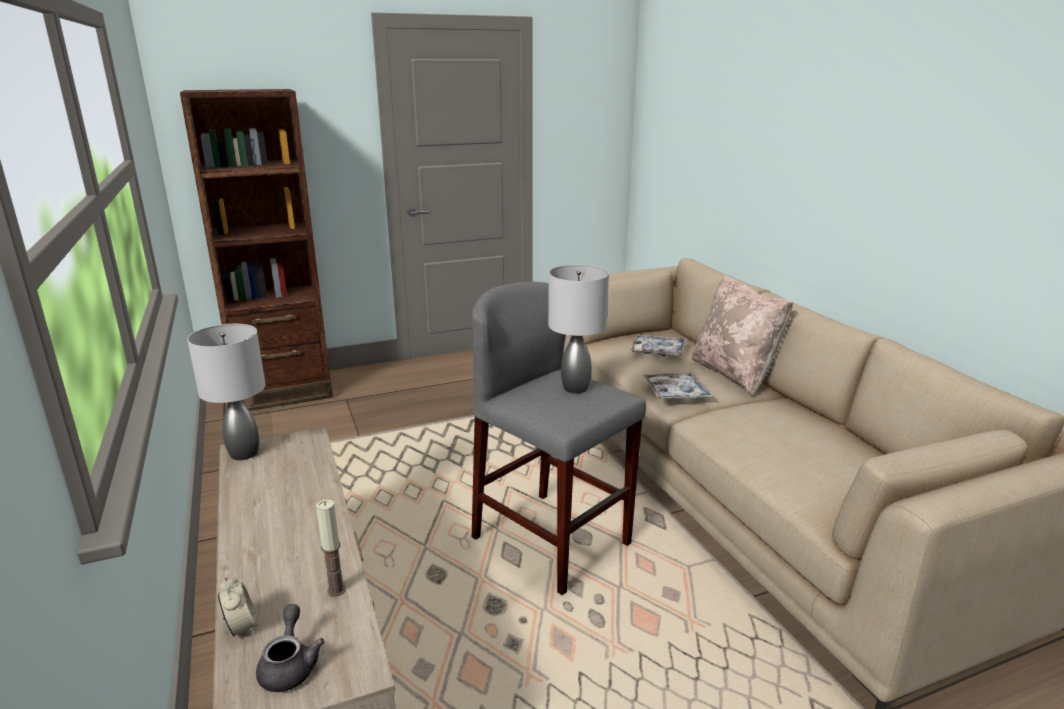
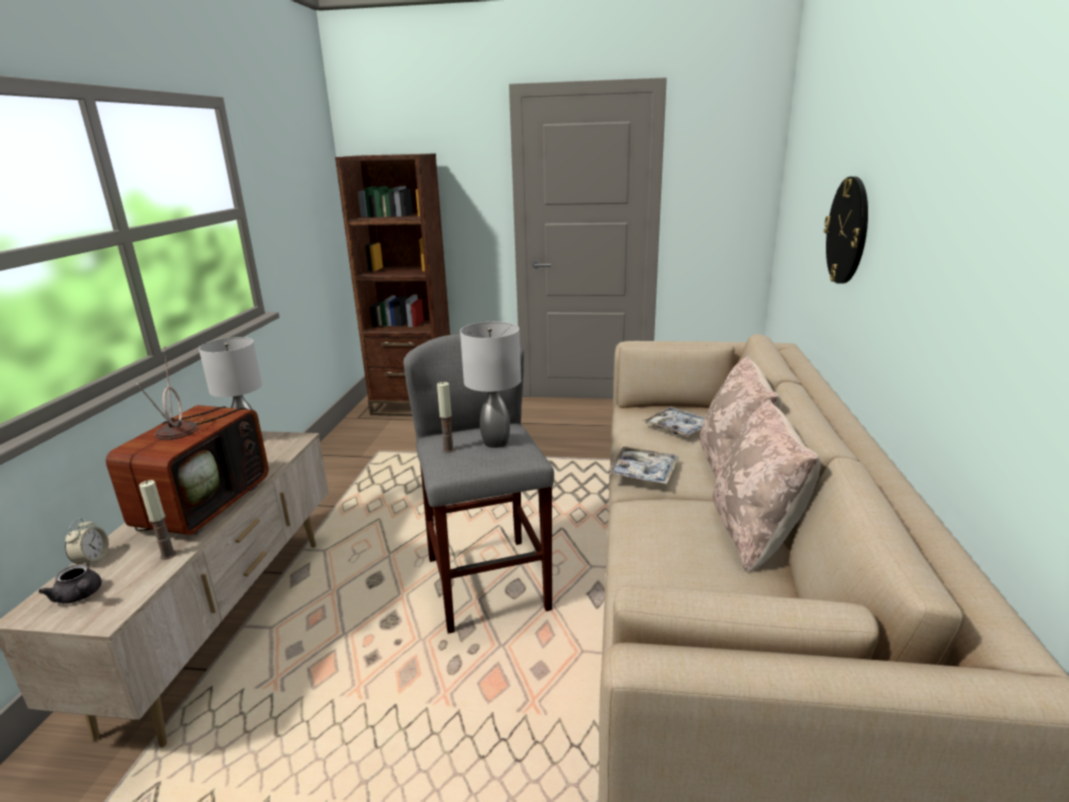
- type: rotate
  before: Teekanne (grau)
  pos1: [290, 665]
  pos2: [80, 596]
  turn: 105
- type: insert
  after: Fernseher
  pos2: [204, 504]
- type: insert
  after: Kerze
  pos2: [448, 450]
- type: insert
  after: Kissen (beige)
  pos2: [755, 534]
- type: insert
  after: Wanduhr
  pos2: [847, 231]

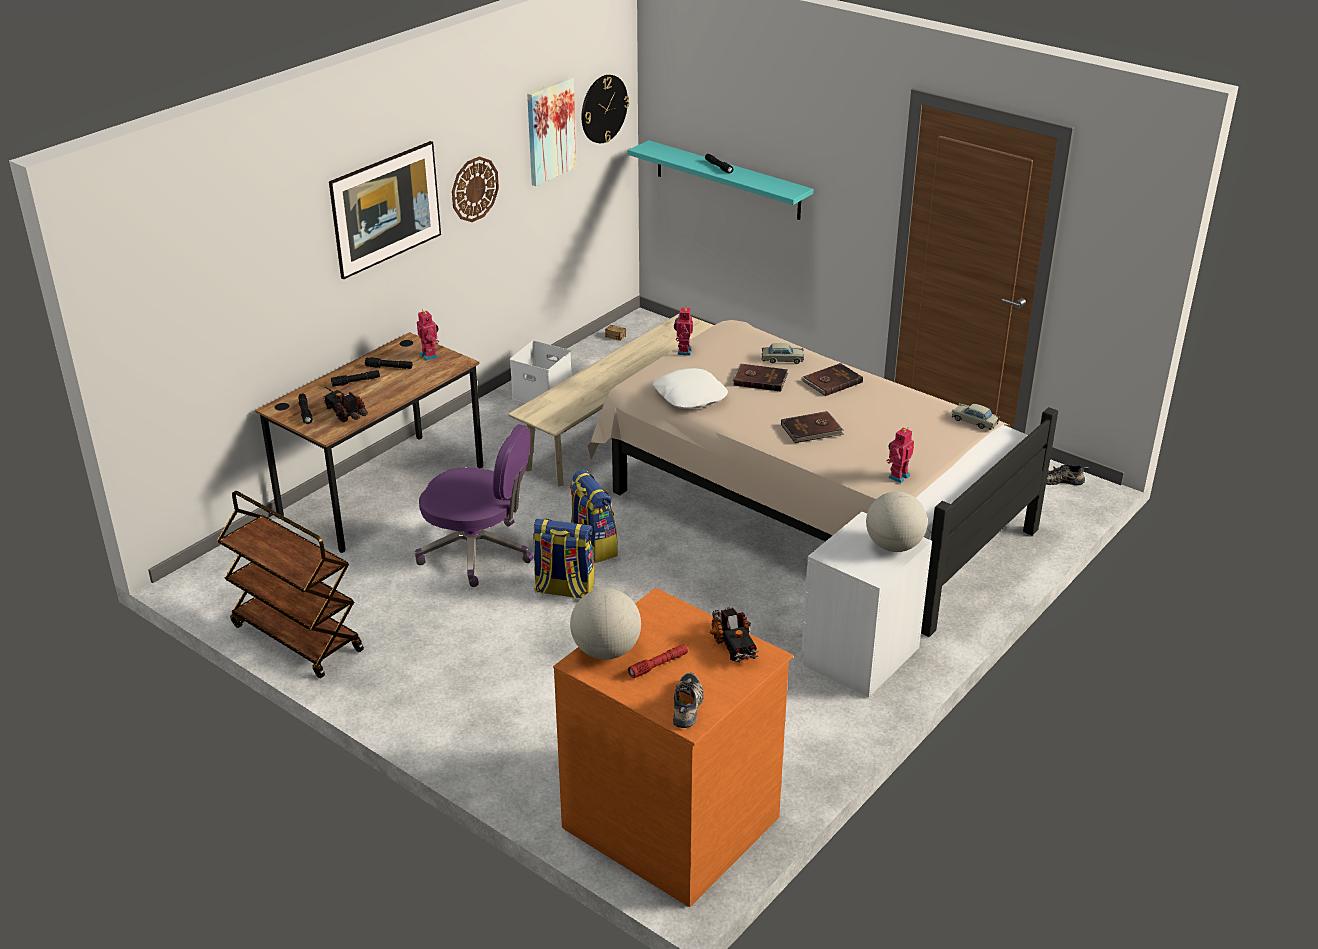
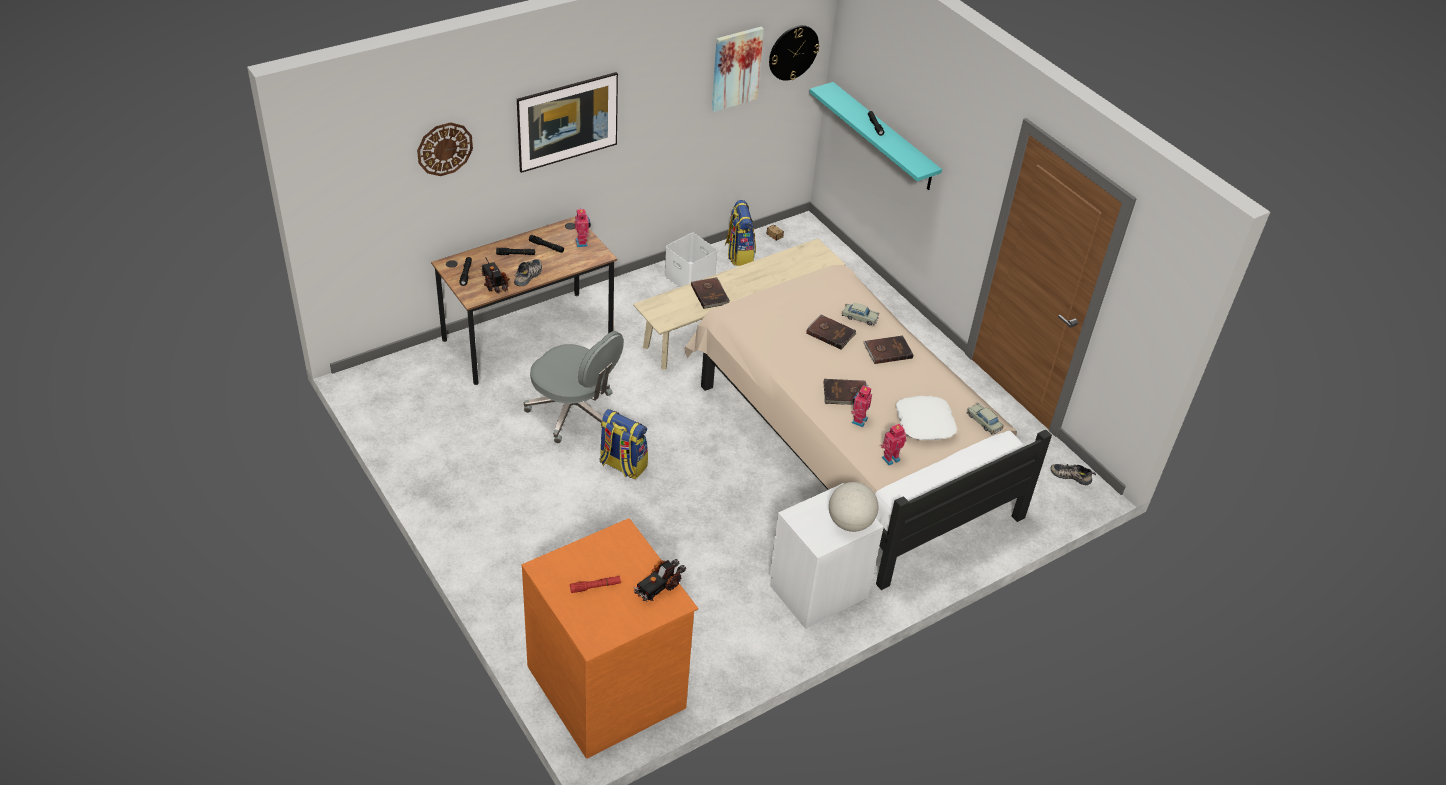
- type: move
  before: Wanduhr
  pos1: [474, 189]
  pos2: [444, 148]
- type: move
  before: Schuh
  pos1: [688, 705]
  pos2: [528, 276]
- type: recolor
  before: Bürostuhl (lila)
  after: Bürostuhl (grau)
  pos1: [478, 552]
  pos2: [574, 412]
- type: rotate
  before: Spielzeuglaster
  pos1: [733, 645]
  pos2: [658, 586]
  turn: 45
- type: insert
  after: Buch (braun)
  pos2: [710, 294]
- type: move
  before: Rucksack
  pos1: [592, 547]
  pos2: [739, 254]
- type: move
  before: Spielzeugroboter
  pos1: [683, 351]
  pos2: [858, 420]
- type: move
  before: Kissen (weiß)
  pos1: [689, 396]
  pos2: [924, 423]
- type: delete
  before: Rollwagen (braun)
  pos1: [295, 637]
- type: delete
  before: Globus
  pos1: [606, 651]

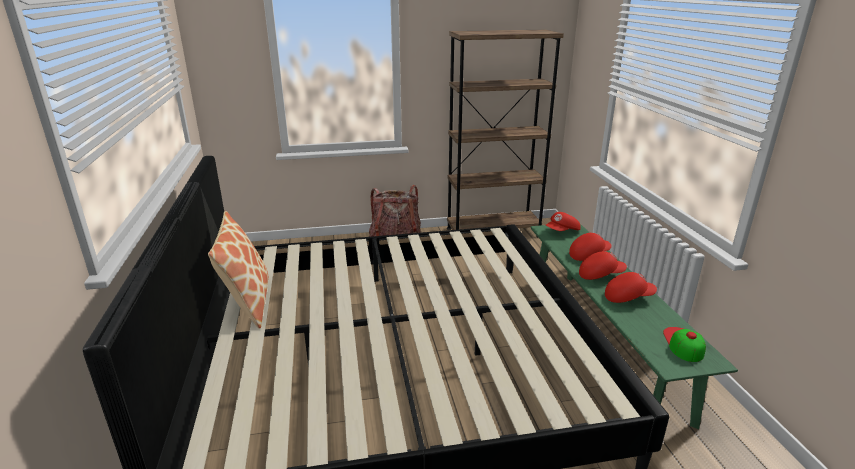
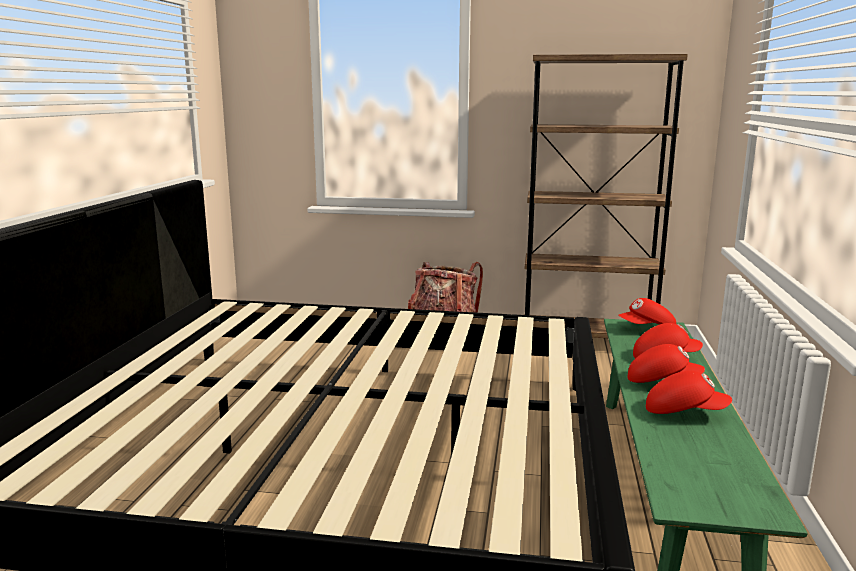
- type: delete
  before: Kissen
  pos1: [248, 303]
- type: delete
  before: Kappe
  pos1: [683, 343]

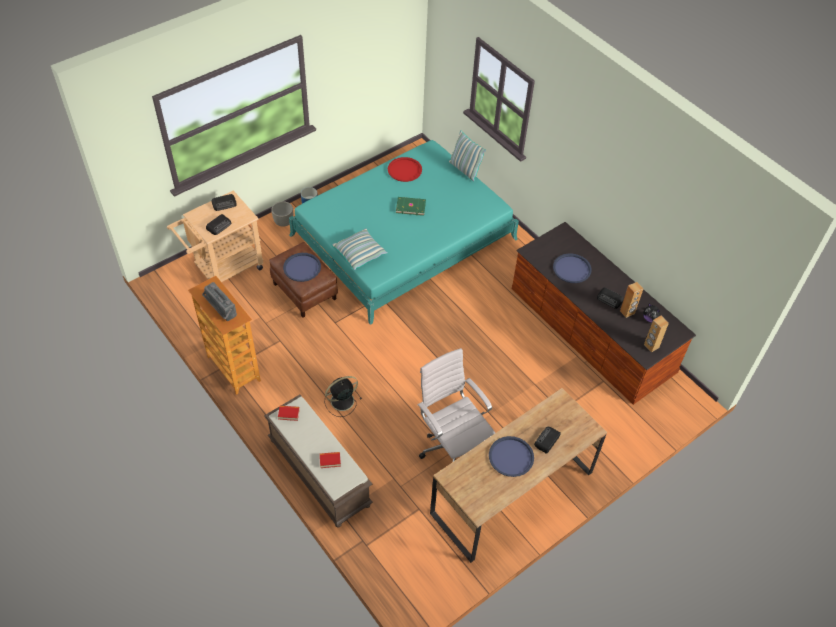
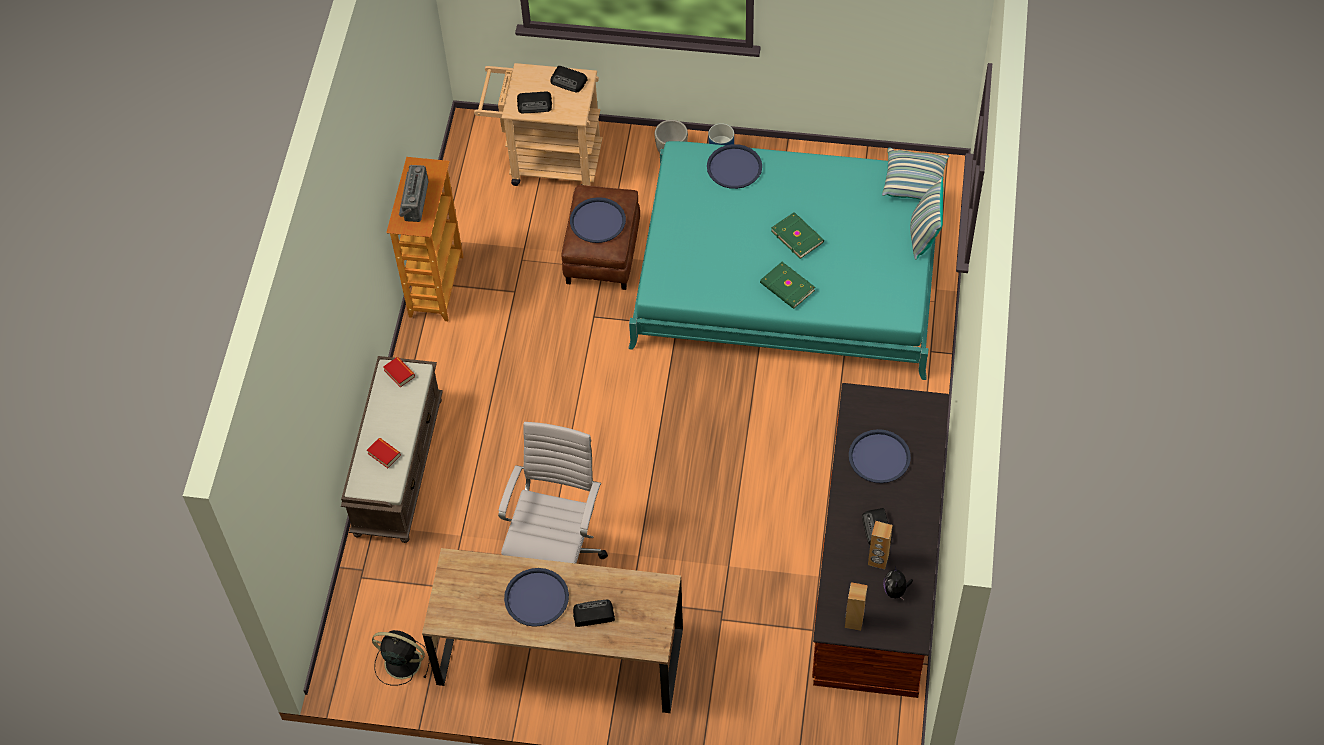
- type: move
  before: Ventilator (schwarz)
  pos1: [341, 401]
  pos2: [401, 662]
- type: insert
  after: Tablett (blau)
  pos2: [734, 167]
- type: insert
  after: Buch (grün)
  pos2: [787, 287]
- type: move
  before: Kissen
  pos1: [359, 254]
  pos2: [914, 182]
- type: delete
  before: Tablett (rot)
  pos1: [404, 170]

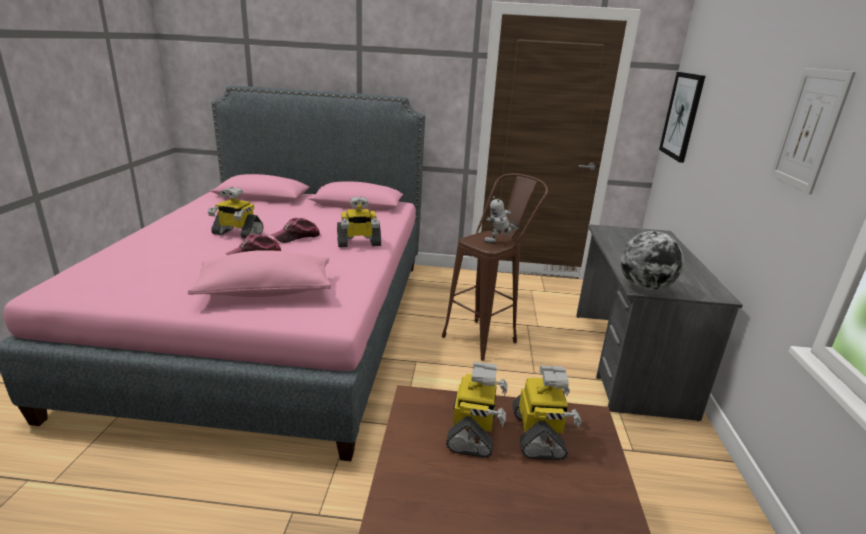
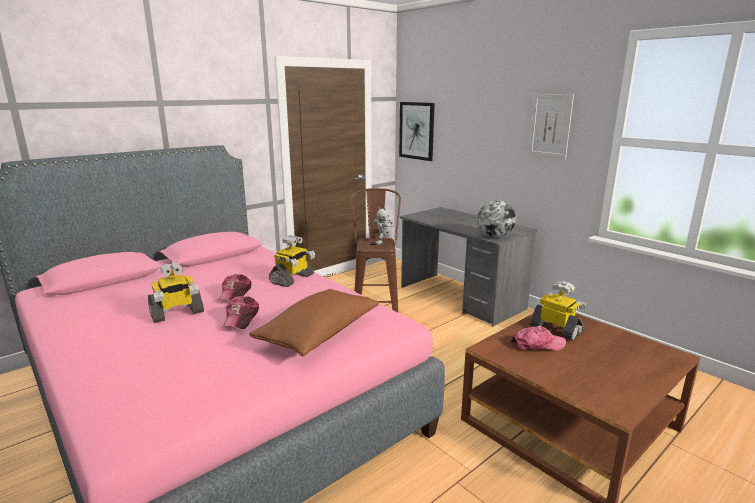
- type: recolor
  before: Kissen (rosa)
  after: Kissen (braun)
  pos1: [266, 291]
  pos2: [319, 334]
- type: replace
  before: Spielzeugroboter
  after: Kappe
  pos1: [473, 431]
  pos2: [536, 345]

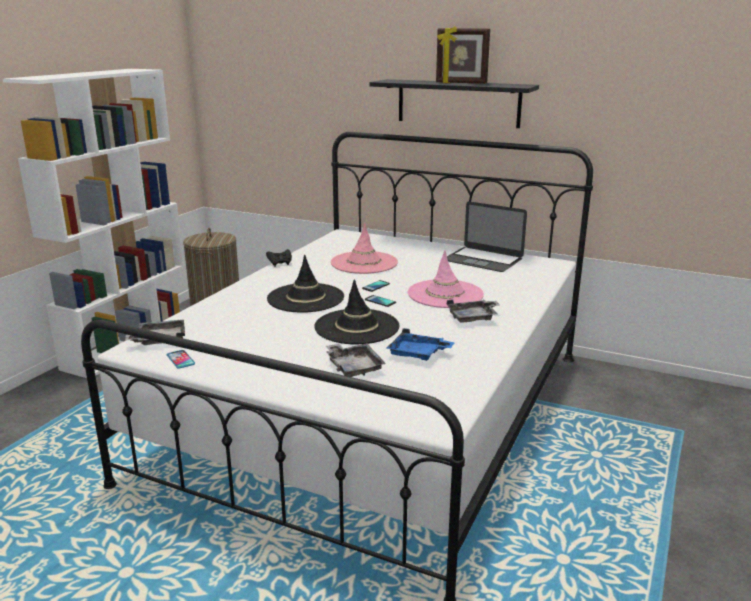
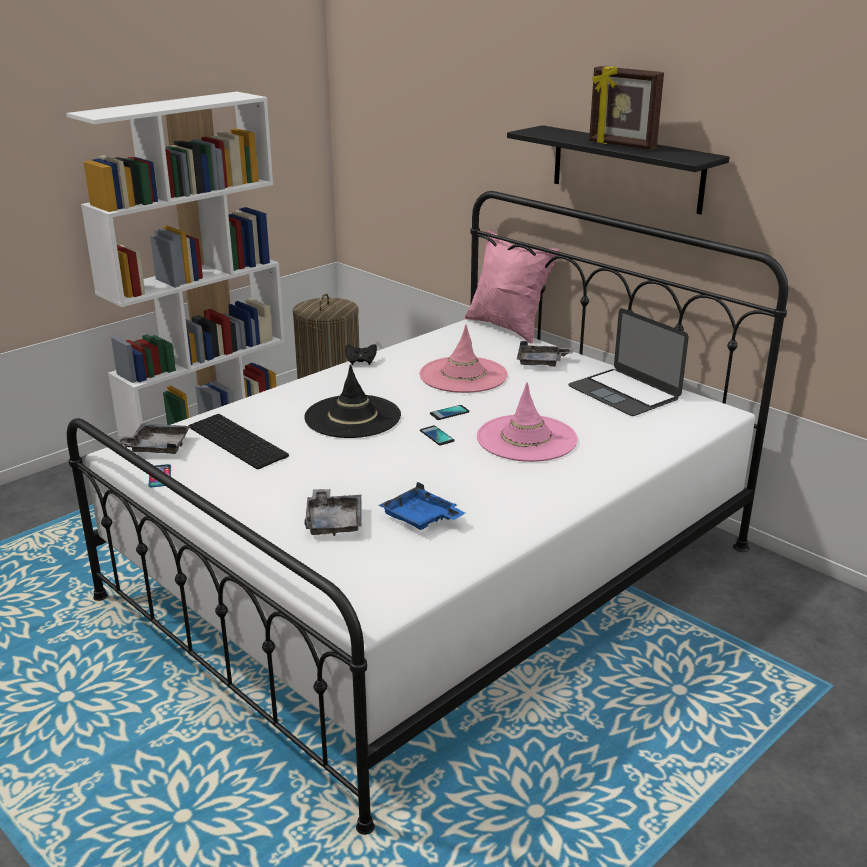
- type: insert
  after: Tastatur
  pos2: [240, 441]
- type: insert
  after: Kissen (rosa)
  pos2: [508, 327]
- type: move
  before: Tablett (grau)
  pos1: [473, 318]
  pos2: [541, 362]
- type: delete
  before: Hut (schwarz)
  pos1: [357, 327]

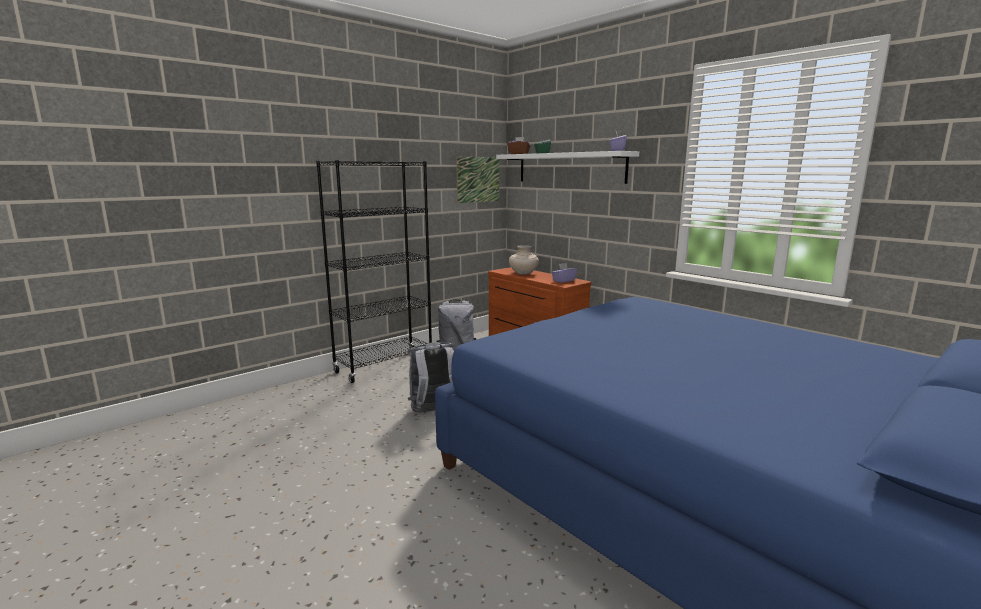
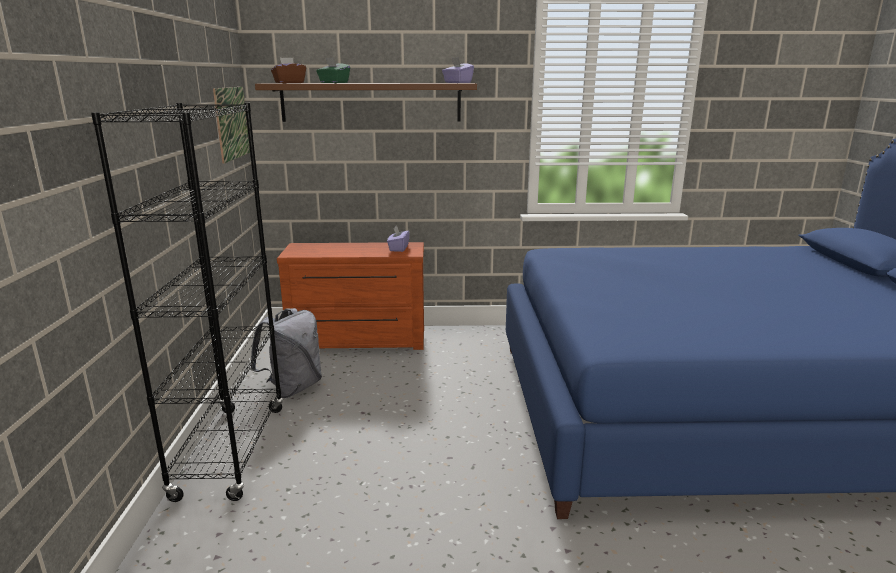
- type: recolor
  before: Wandregal (weiß)
  after: Wandregal (braun)
  pos1: [569, 168]
  pos2: [371, 102]
- type: delete
  before: Rucksack (grau)
  pos1: [434, 412]
- type: delete
  before: Vase (beige)
  pos1: [523, 273]

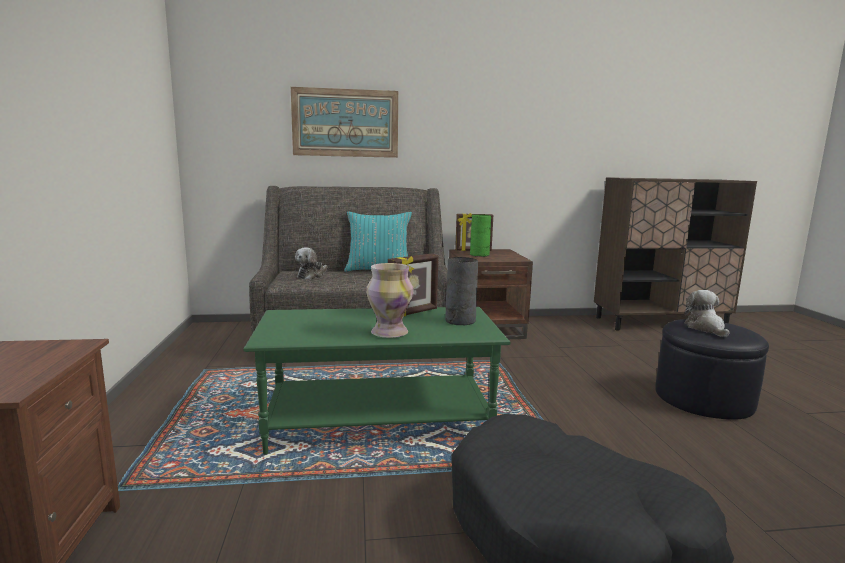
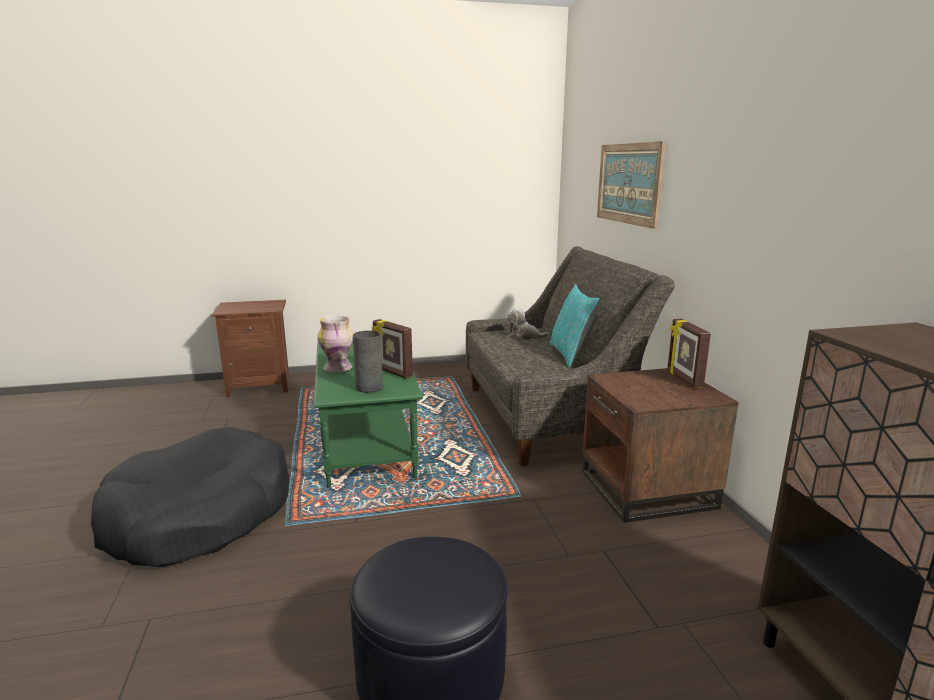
- type: delete
  before: Vase (grün)
  pos1: [479, 255]
- type: delete
  before: Plüschtier
  pos1: [705, 328]

